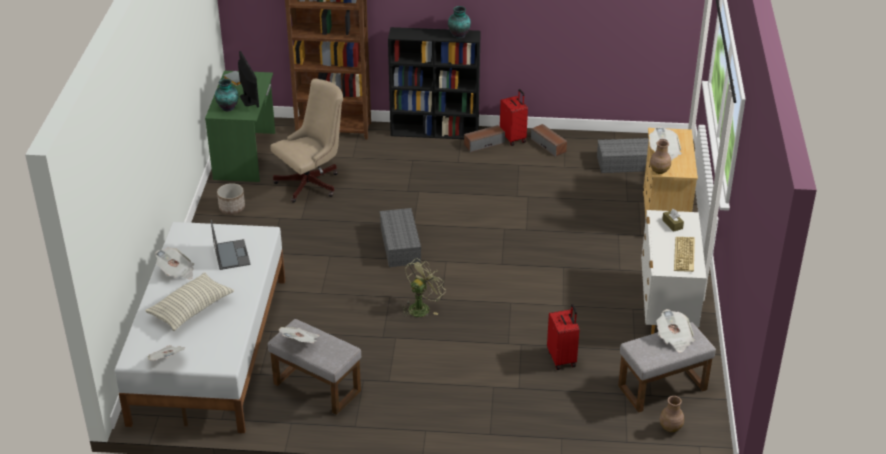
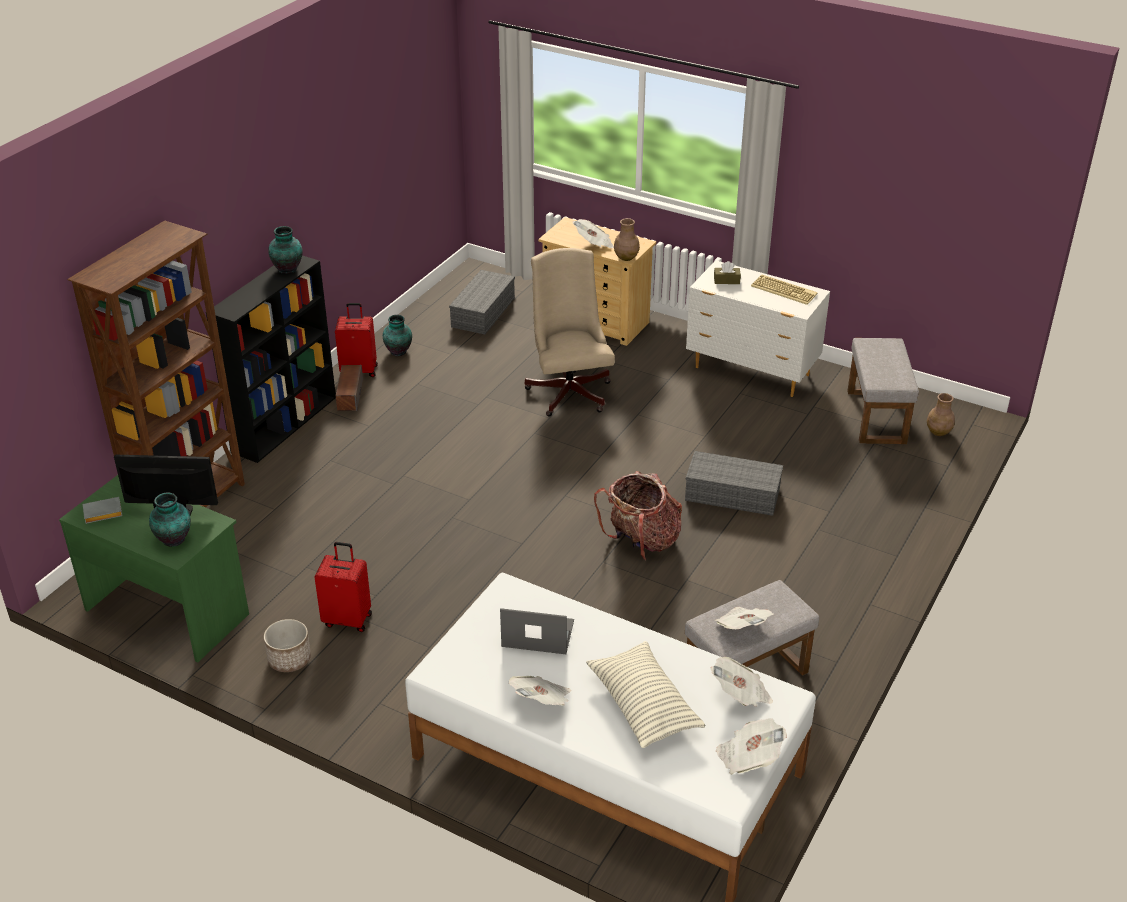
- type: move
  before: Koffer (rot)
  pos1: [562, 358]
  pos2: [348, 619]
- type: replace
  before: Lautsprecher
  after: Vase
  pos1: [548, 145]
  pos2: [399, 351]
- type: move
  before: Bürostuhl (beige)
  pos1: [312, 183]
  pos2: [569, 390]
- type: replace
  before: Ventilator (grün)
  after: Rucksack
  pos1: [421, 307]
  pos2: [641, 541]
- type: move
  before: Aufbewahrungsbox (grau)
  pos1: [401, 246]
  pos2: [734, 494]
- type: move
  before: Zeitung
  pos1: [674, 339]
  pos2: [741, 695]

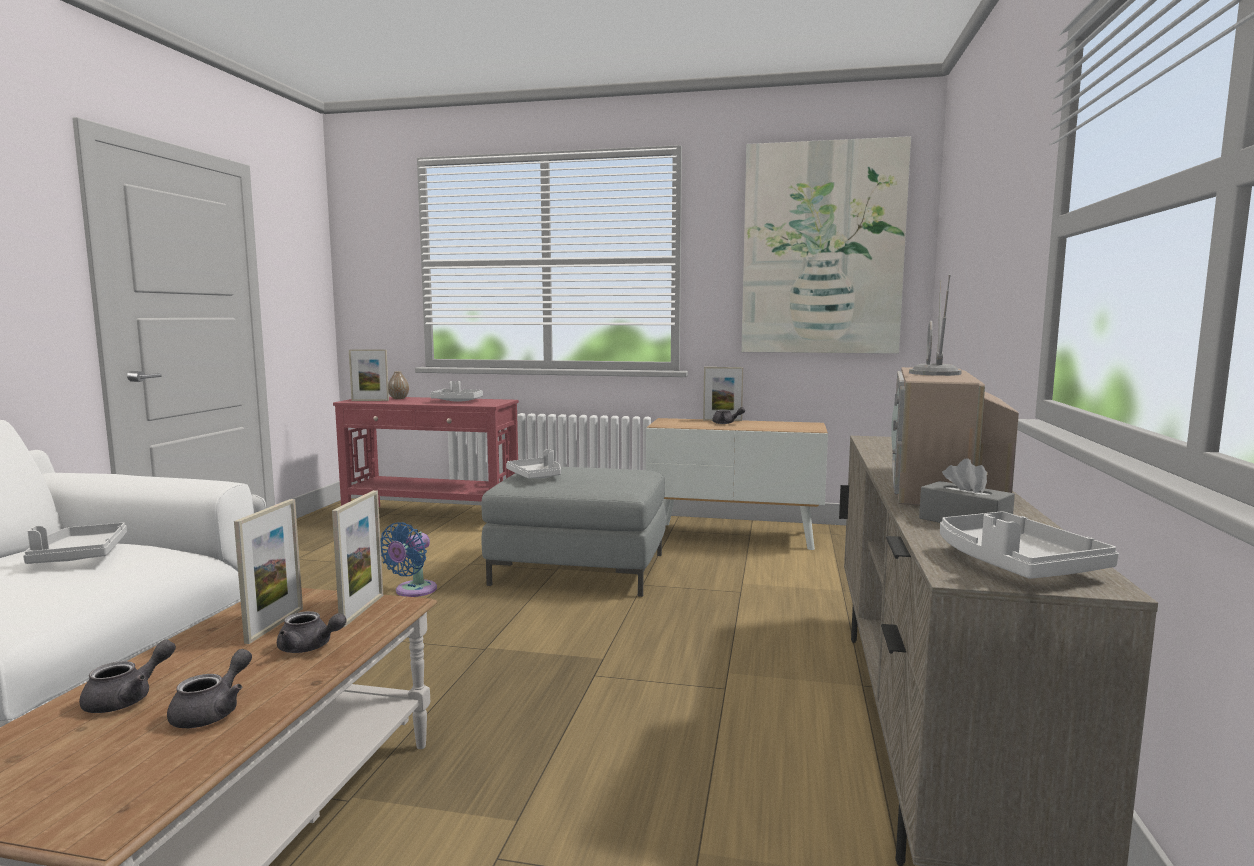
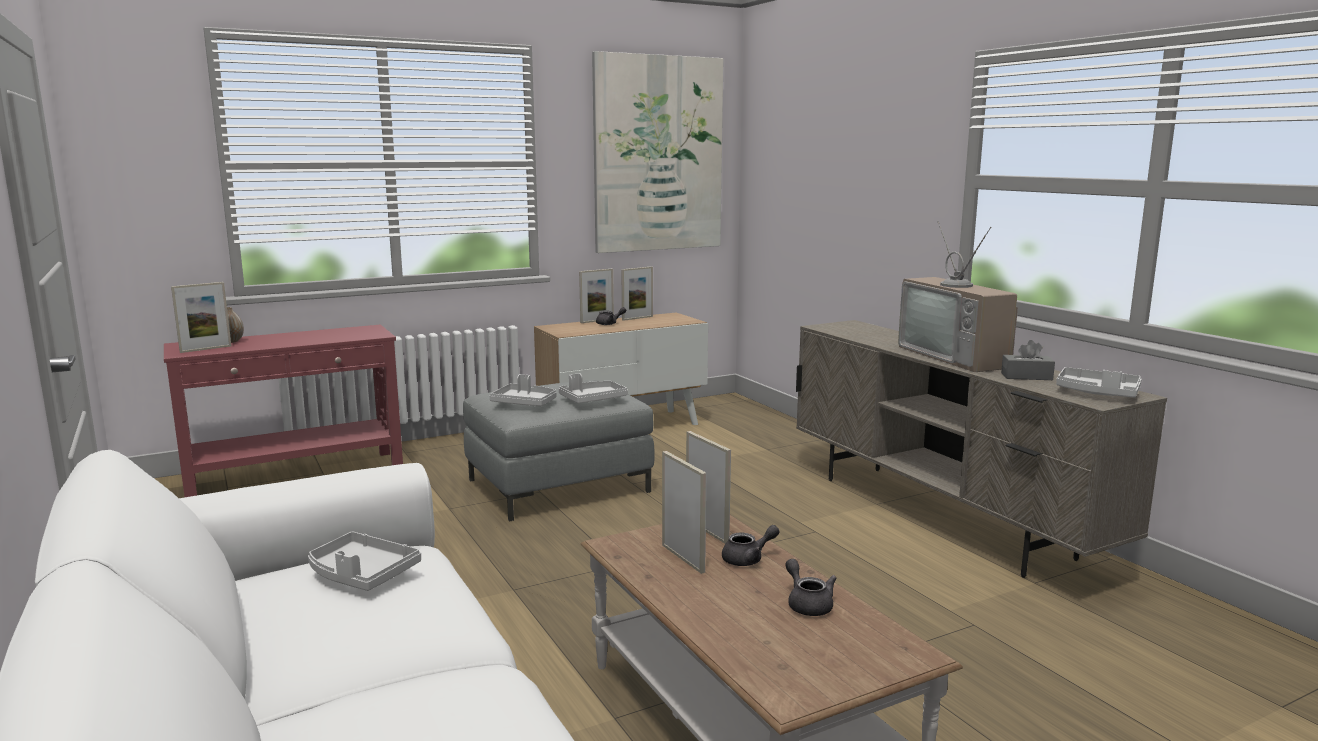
- type: move
  before: Tablett (grau)
  pos1: [457, 401]
  pos2: [592, 400]
- type: insert
  after: Bilderrahmen
  pos2: [637, 318]
- type: delete
  before: Teekanne (grau)
  pos1: [128, 698]
- type: delete
  before: Ventilator (blau)
  pos1: [413, 591]

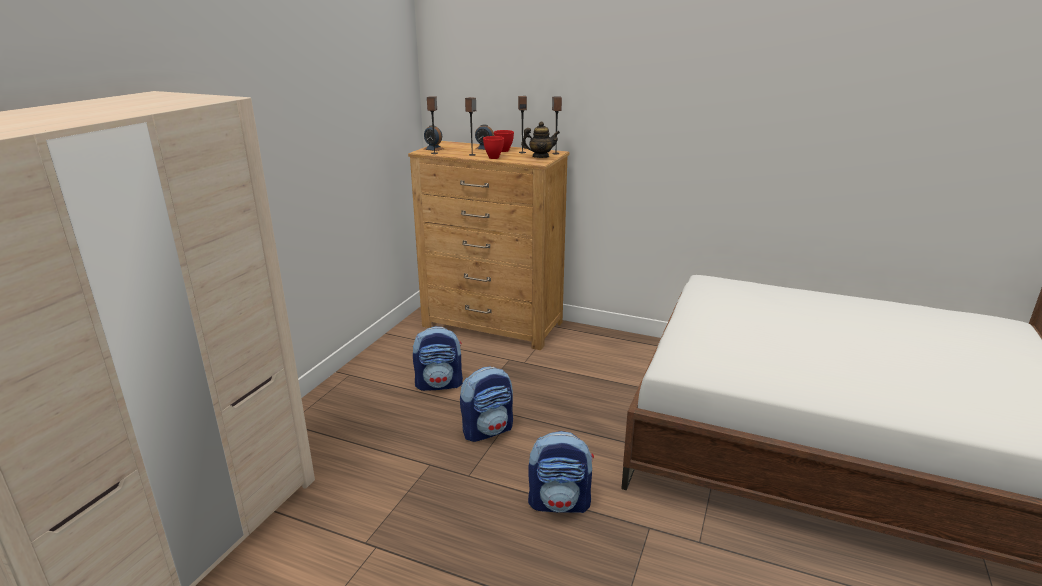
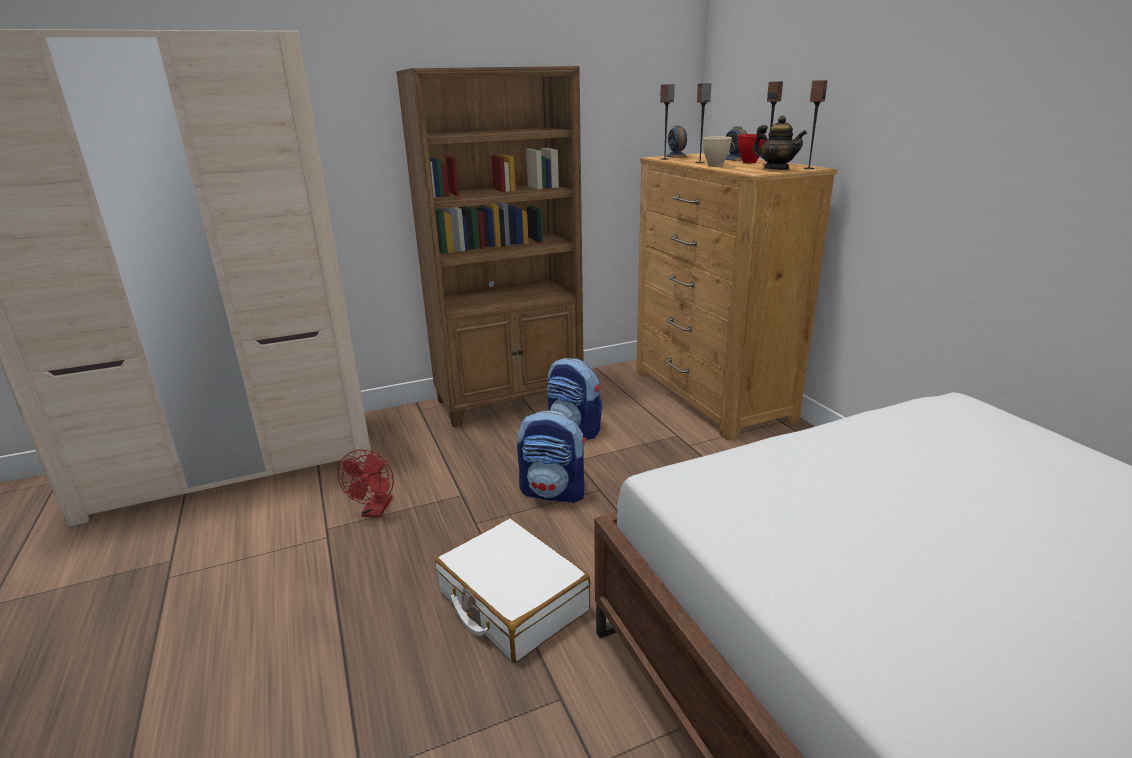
- type: insert
  after: Ventilator (rot)
  pos2: [375, 511]
- type: insert
  after: Bücherregal (braun)
  pos2: [510, 400]
- type: replace
  before: Rucksack
  after: Koffer (weiß)
  pos1: [560, 503]
  pos2: [512, 602]
- type: recolor
  before: Schüssel (rot)
  after: Schüssel (beige)
  pos1: [494, 157]
  pos2: [716, 166]

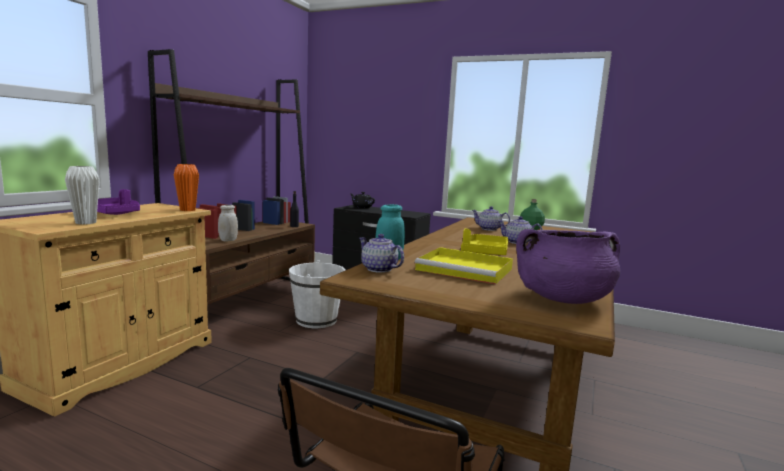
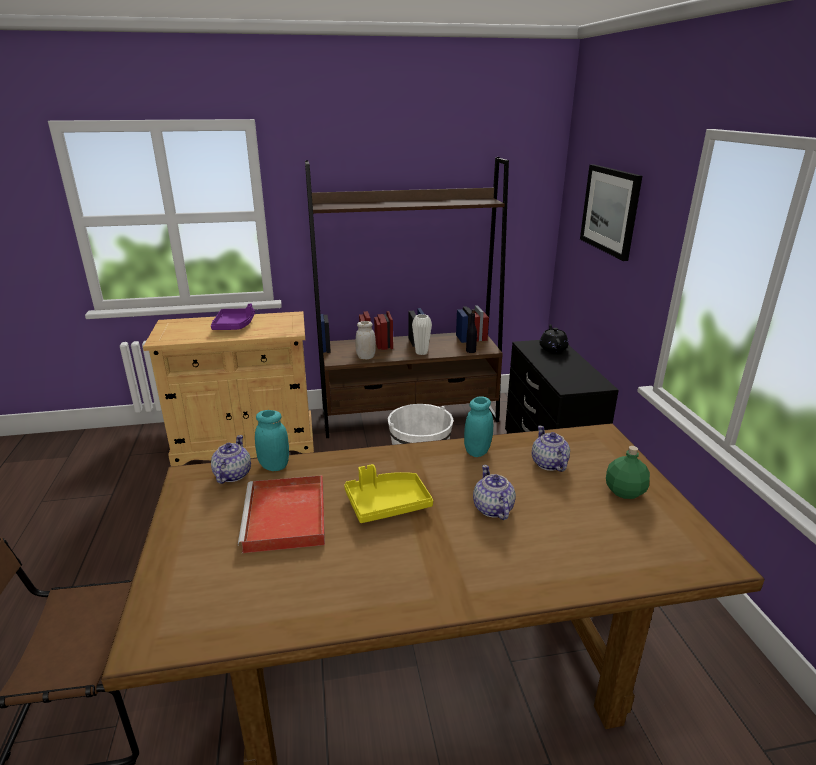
- type: recolor
  before: Tablett (gelb)
  after: Tablett (rot)
  pos1: [466, 269]
  pos2: [286, 518]
- type: move
  before: Vase (weiß)
  pos1: [86, 223]
  pos2: [421, 352]
- type: insert
  after: Vorratsglas (türkis)
  pos2: [477, 451]
- type: insert
  after: Bild
  pos2: [610, 210]
- type: delete
  before: Vase (orange)
  pos1: [187, 210]
- type: delete
  before: Kochtopf (lila)
  pos1: [562, 299]

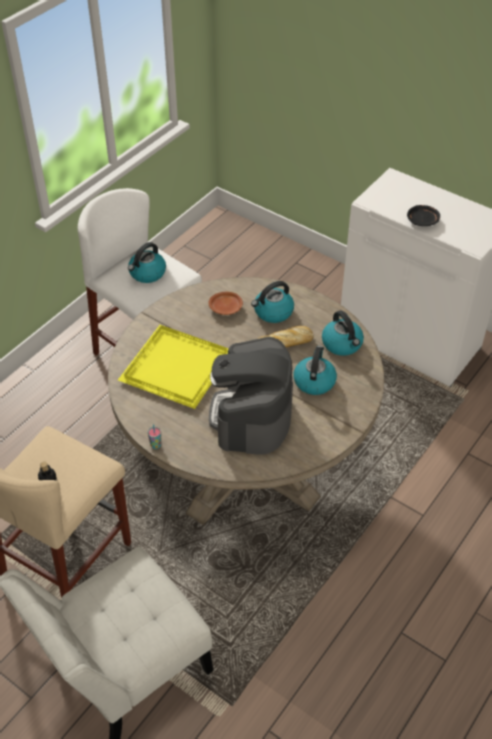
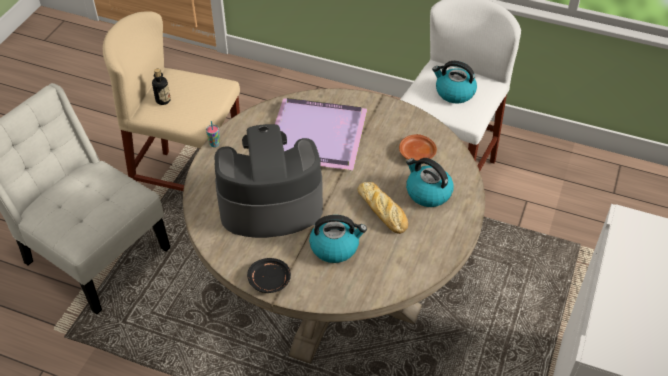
- type: move
  before: Teller (schwarz)
  pos1: [422, 220]
  pos2: [270, 280]
- type: recolor
  before: Tablett (gelb)
  after: Tablett (lila)
  pos1: [177, 369]
  pos2: [314, 137]
- type: delete
  before: Wasserkessel
  pos1: [342, 344]

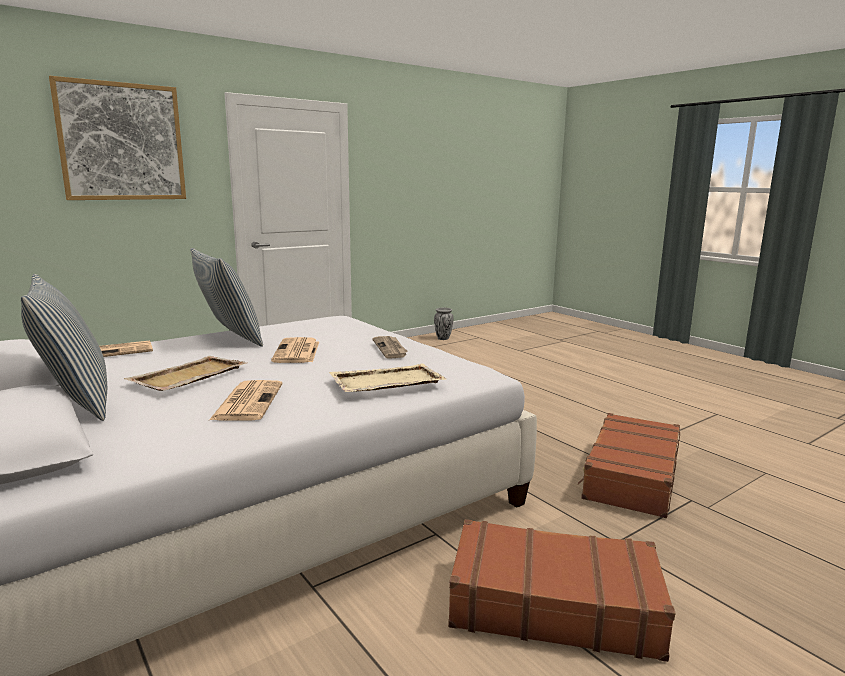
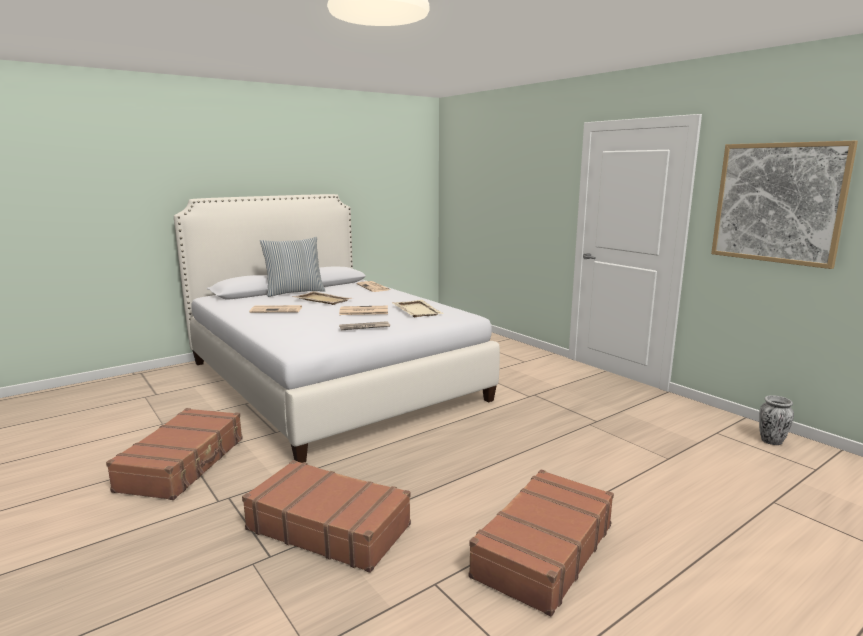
- type: move
  before: Tablett (beige)
  pos1: [386, 381]
  pos2: [417, 310]
- type: insert
  after: Koffer (braun)
  pos2: [542, 550]
- type: move
  before: Bild
  pos1: [122, 142]
  pos2: [778, 203]
- type: delete
  before: Kissen
  pos1: [229, 339]

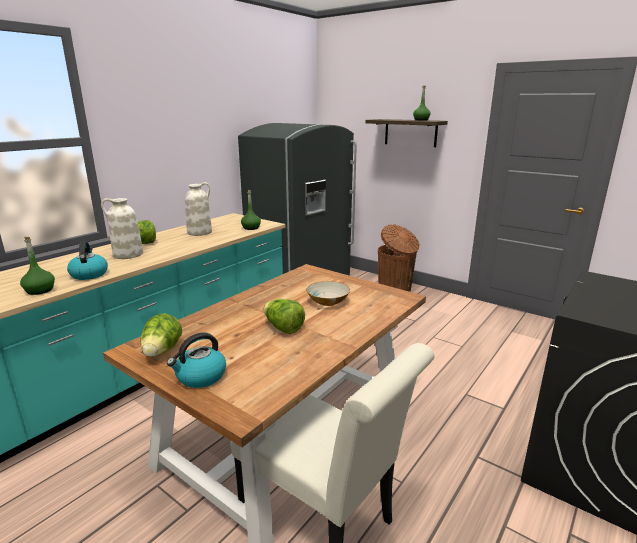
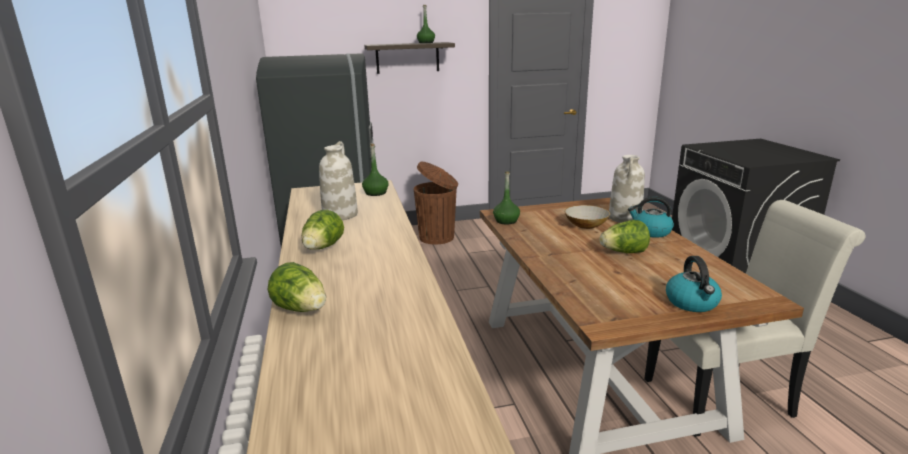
- type: move
  before: Salatkopf
  pos1: [162, 351]
  pos2: [302, 309]
- type: move
  before: Flasche (grün)
  pos1: [40, 290]
  pos2: [506, 221]
- type: move
  before: Vase (weiß)
  pos1: [127, 255]
  pos2: [625, 218]
- type: move
  before: Wasserkessel
  pos1: [89, 274]
  pos2: [650, 232]

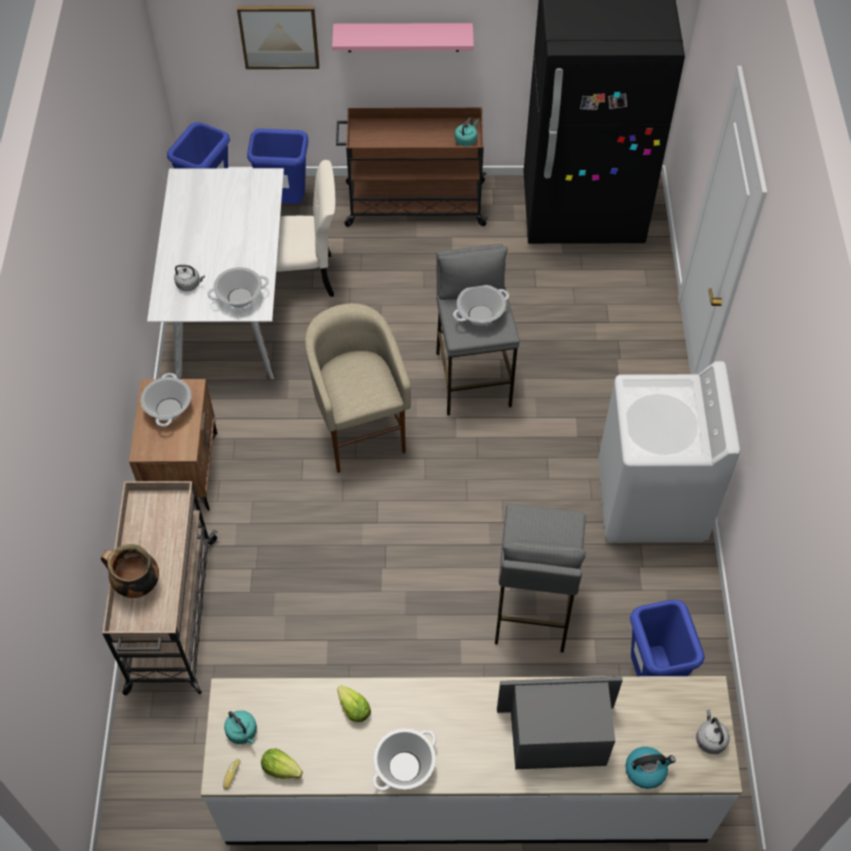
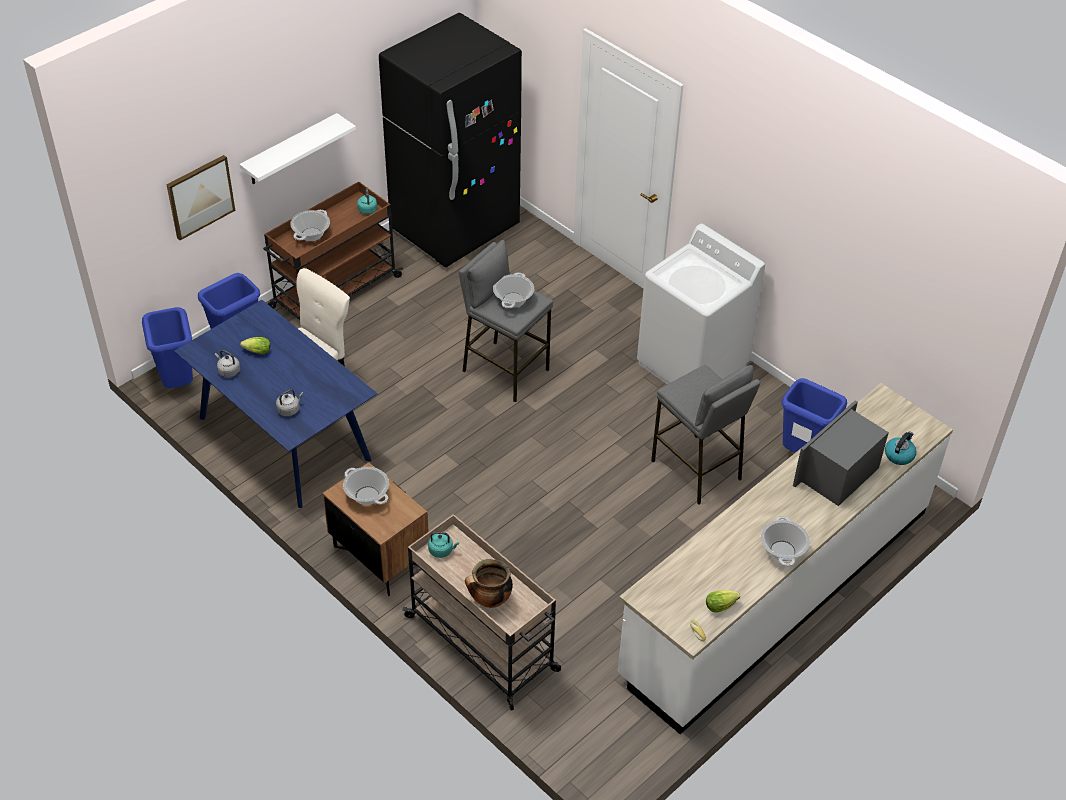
- type: recolor
  before: Esstisch (weiß)
  after: Esstisch (blau)
  pos1: [233, 309]
  pos2: [286, 438]
- type: move
  before: Wasserkessel (grau)
  pos1: [710, 738]
  pos2: [228, 371]
- type: recolor
  before: Wandregal (rosa)
  after: Wandregal (weiß)
  pos1: [403, 37]
  pos2: [290, 150]
- type: move
  before: Salatkopf
  pos1: [352, 707]
  pos2: [256, 351]
- type: move
  before: Kochtopf
  pos1: [240, 297]
  pos2: [311, 234]
- type: move
  before: Wasserkessel (türkis)
  pos1: [243, 732]
  pos2: [442, 550]
- type: delete
  before: Hocker (beige)
  pos1: [359, 430]

